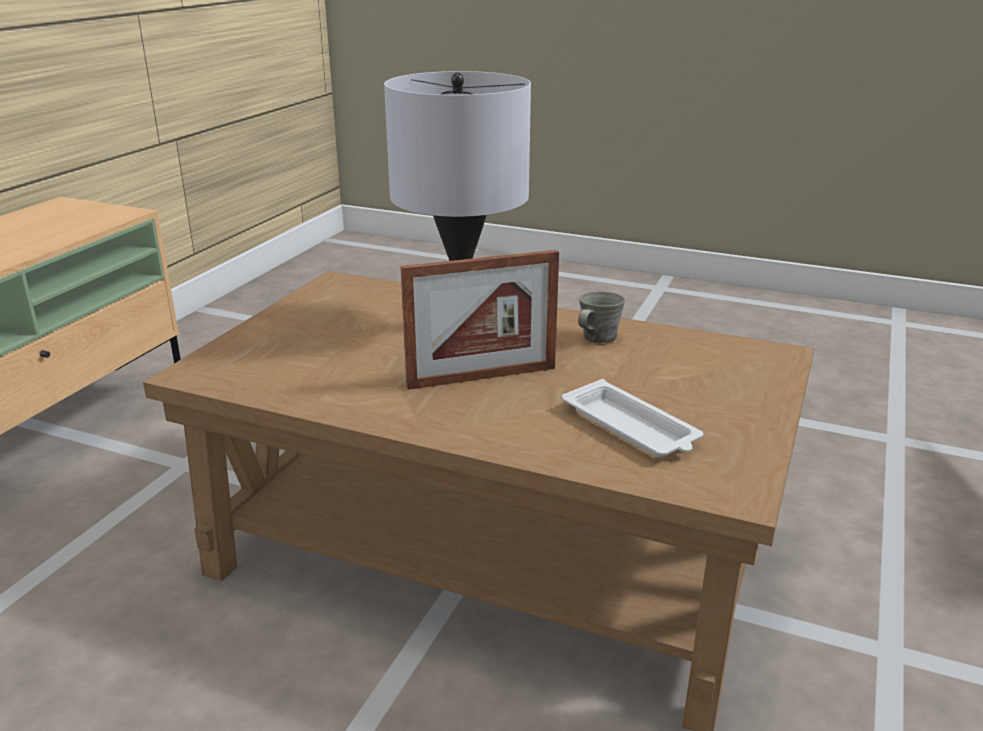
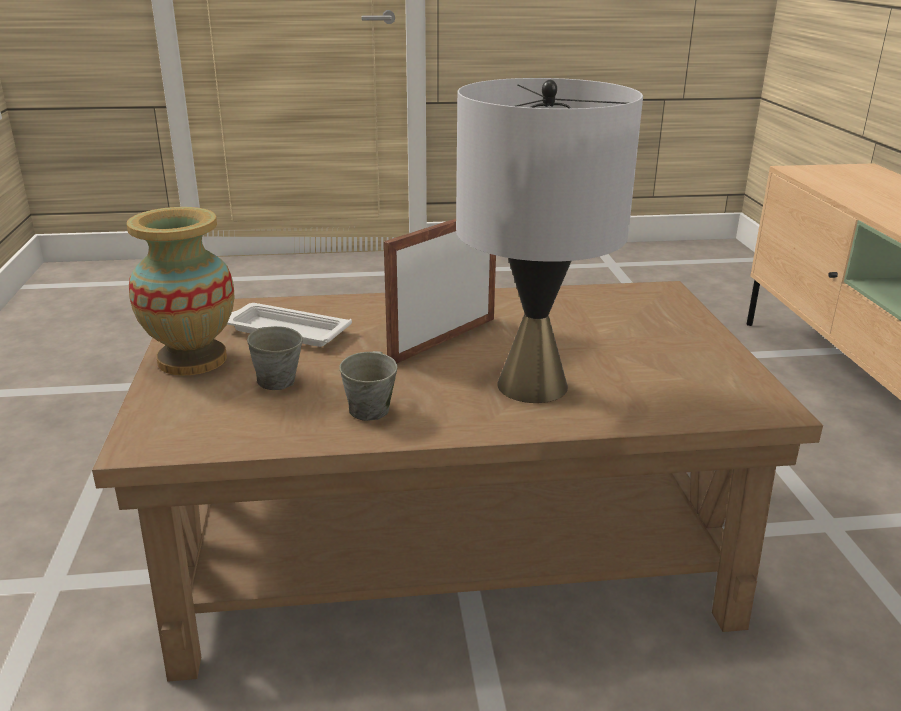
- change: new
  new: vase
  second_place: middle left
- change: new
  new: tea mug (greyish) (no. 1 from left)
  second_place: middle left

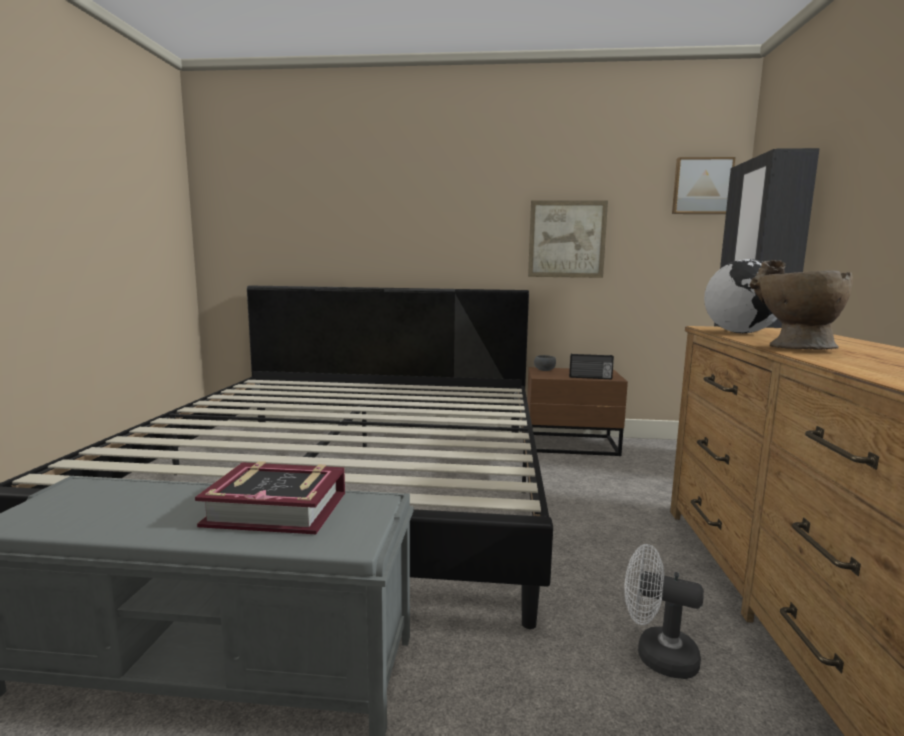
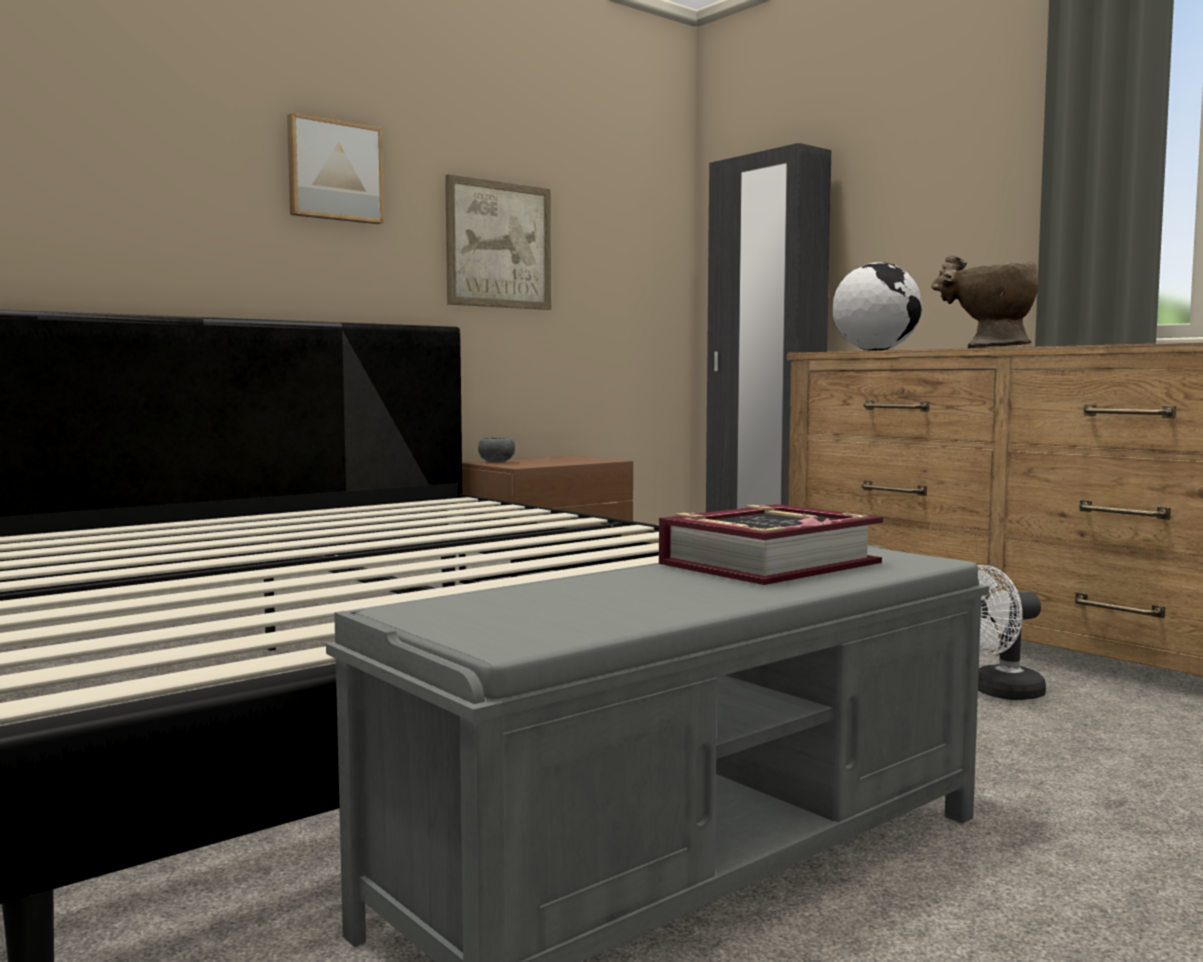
- change: shifted
  old: wall art (no. 2 from left in the first image)
  new: wall art (no. 1 from left)
  first_place: top right
  second_place: top left
- change: gone
  old: radio set
  first_place: centre

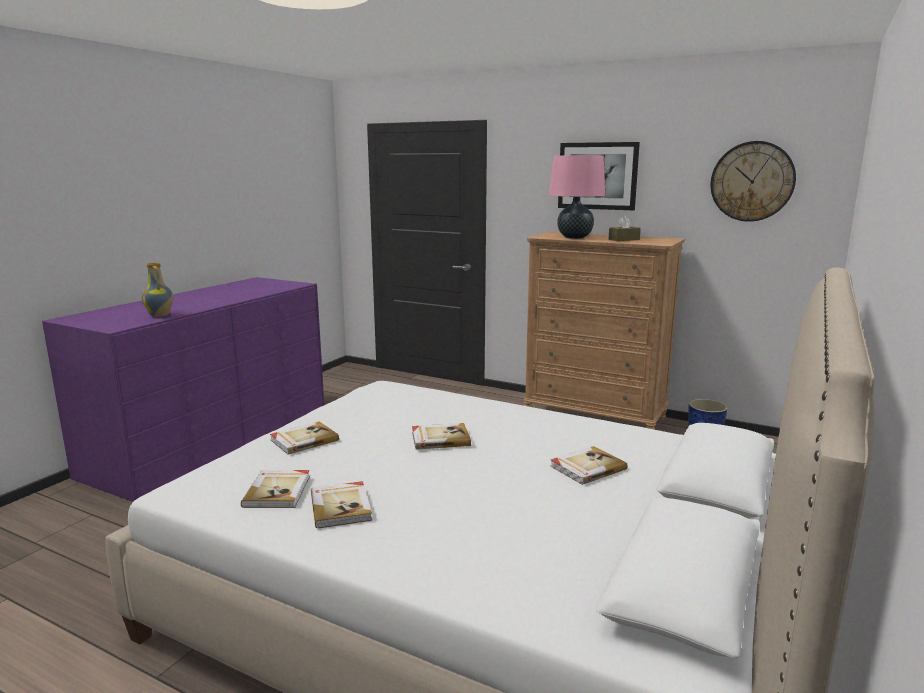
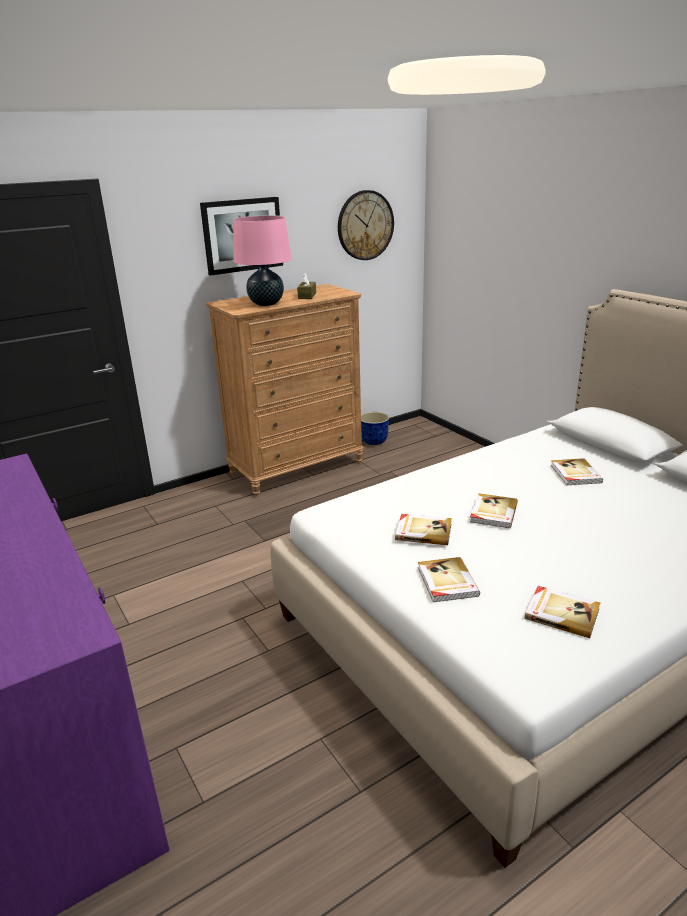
- change: shifted
  old: book (no. 3 from left in the first image)
  new: book (no. 1 from left)
  first_place: bottom centre
  second_place: centre
- change: gone
  old: vase
  first_place: middle left

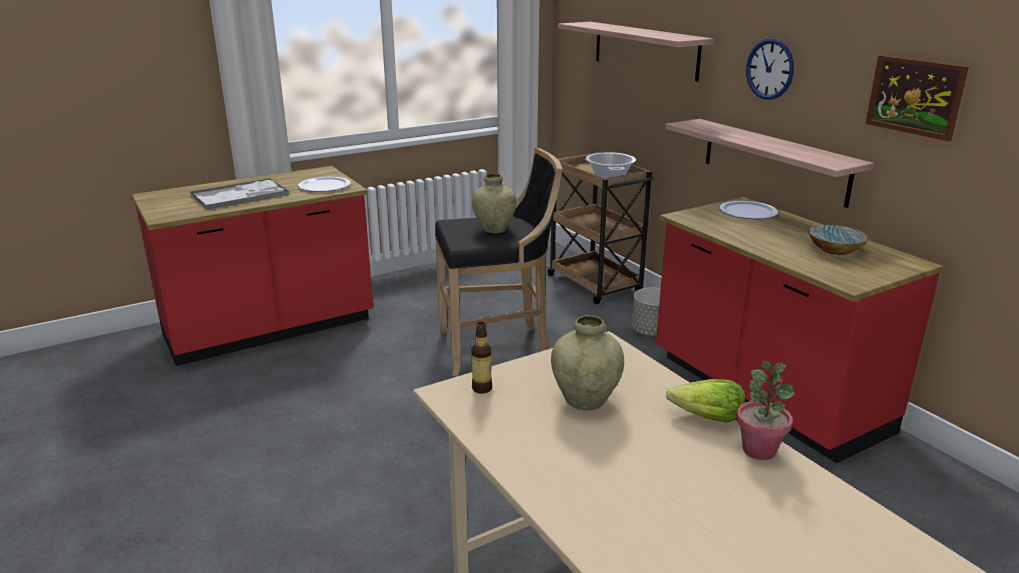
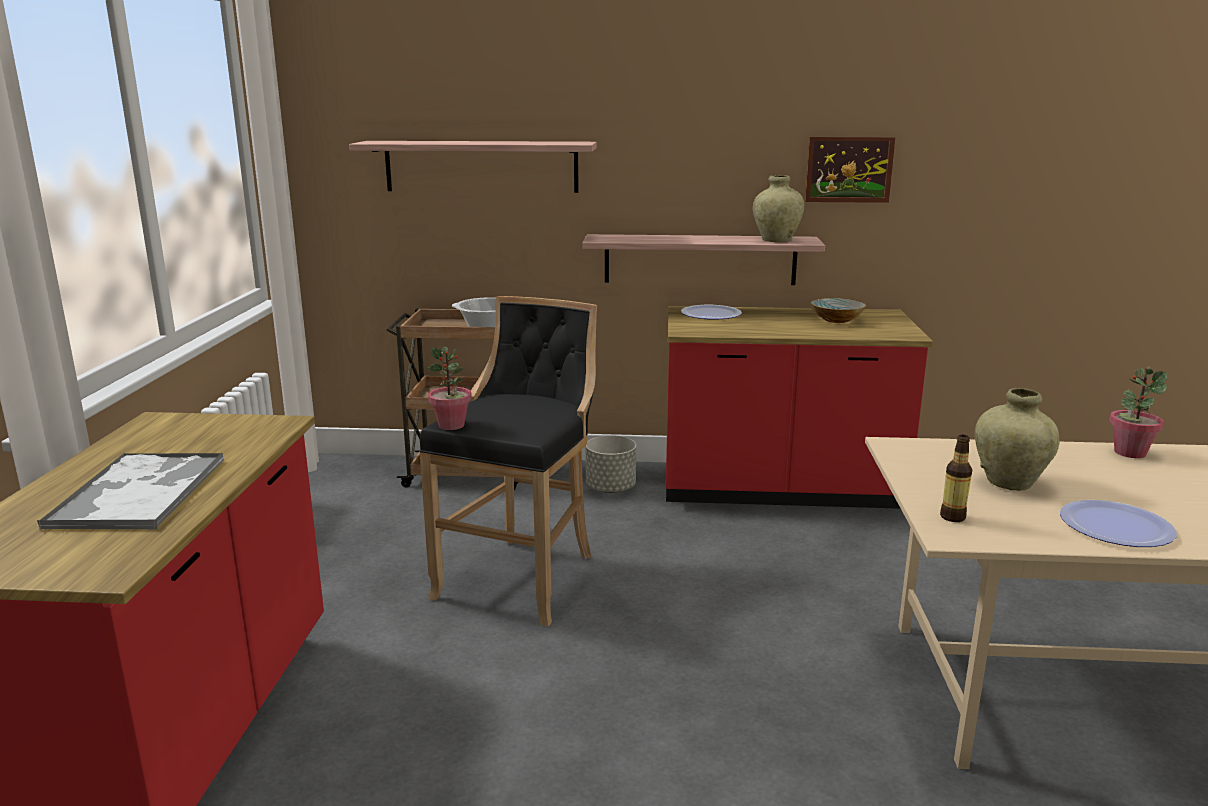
- change: new
  new: plant in a pot (no. 1 from left)
  second_place: centre
- change: shifted
  old: vase (beige-coloured) (no. 1 from left)
  first_place: centre
  second_place: top centre
- change: shifted
  old: flat dish (no. 1 from left in the first image)
  new: flat dish (no. 2 from left)
  first_place: top left
  second_place: middle right
- change: gone
  old: head of lettuce
  first_place: bottom right
- change: gone
  old: hanging clock
  first_place: top right

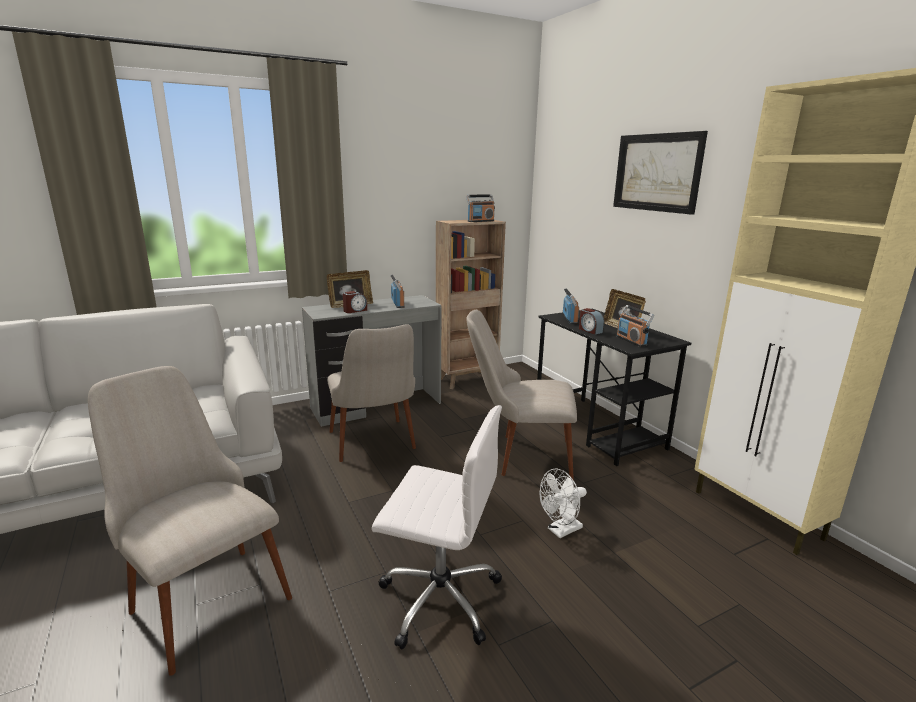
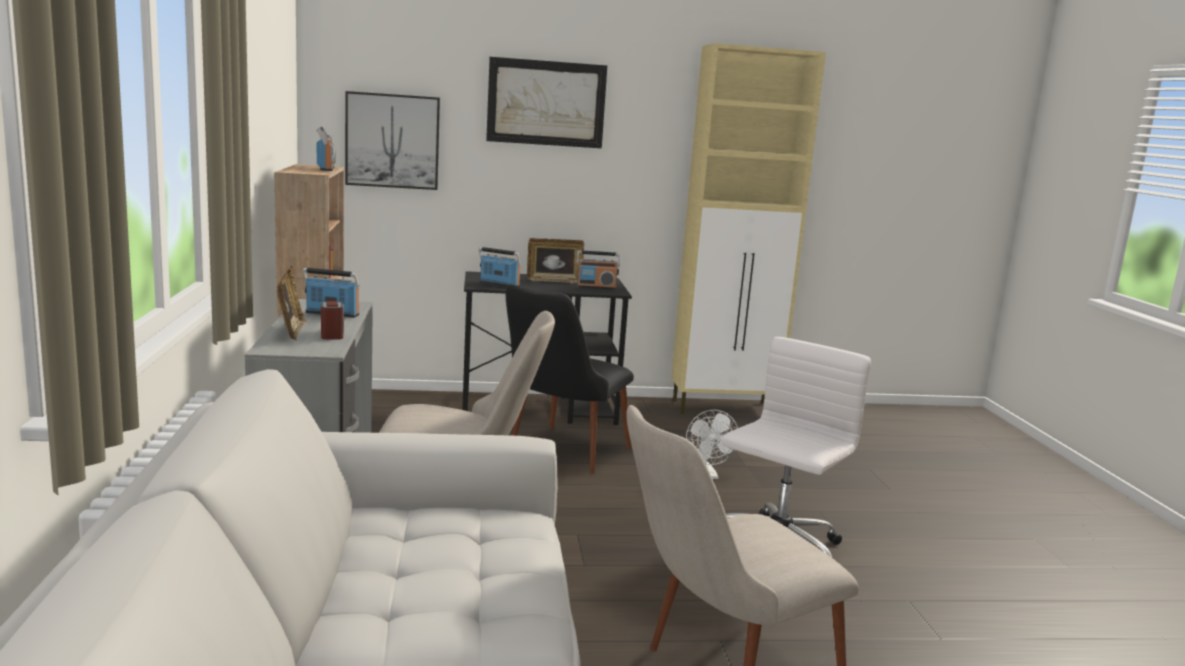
- change: new
  new: wall art (no. 1 from left)
  second_place: top left
- change: repainted
  old: plain chair (beige-coloured) (no. 3 from left)
  new: plain chair (black-coloured)
  first_place: centre
  second_place: centre
- change: gone
  old: alarm clock (no. 2 from left)
  first_place: centre

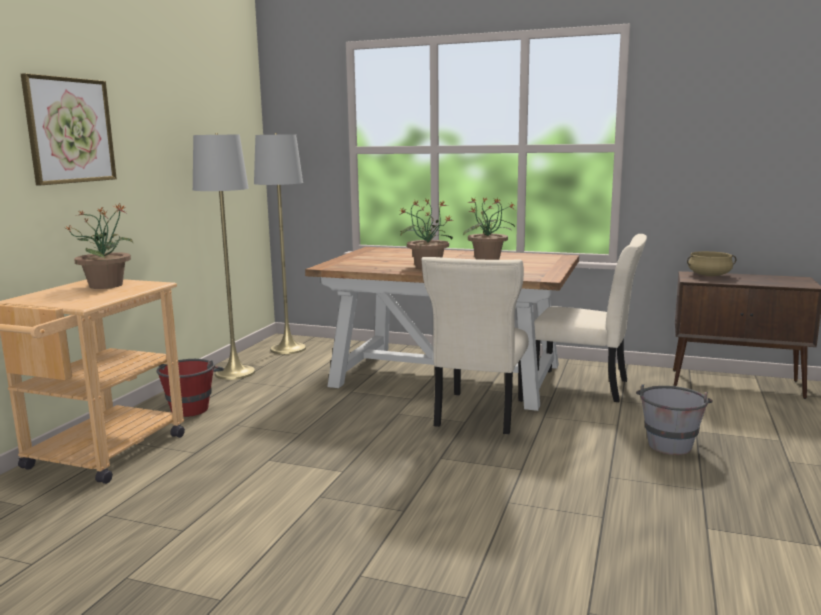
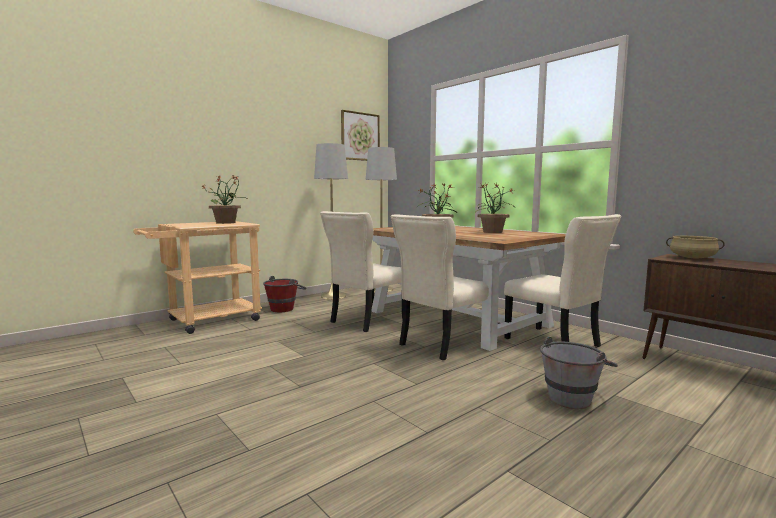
- change: new
  new: plain chair (beige-coloured) (no. 1 from left)
  second_place: centre
- change: shifted
  old: wall art
  first_place: top left
  second_place: top centre

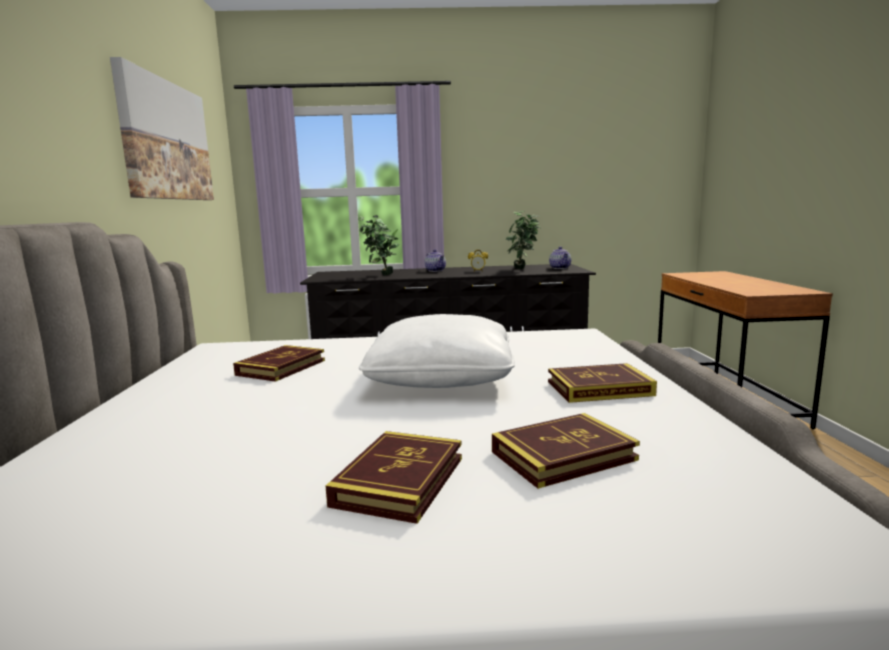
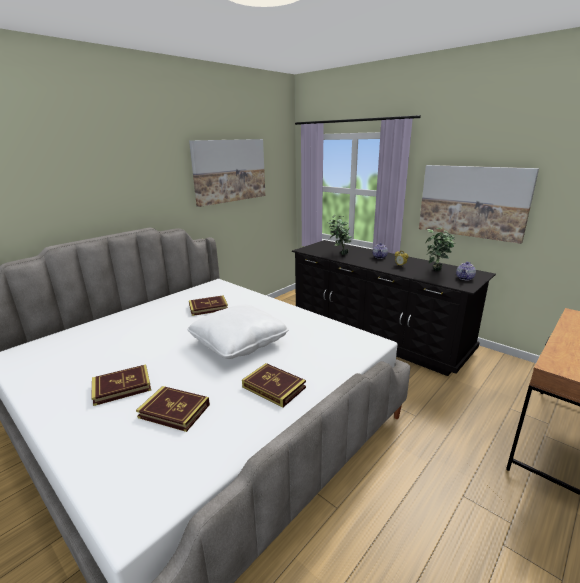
- change: new
  new: wall art (no. 2 from left)
  second_place: middle right

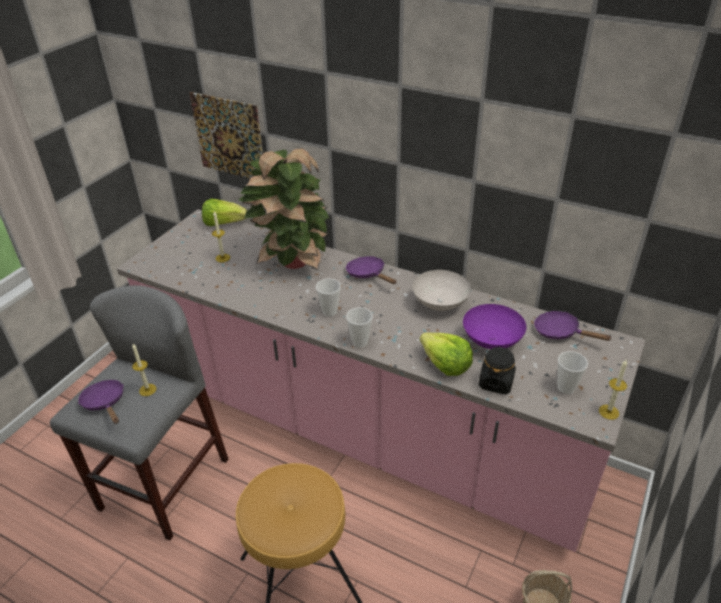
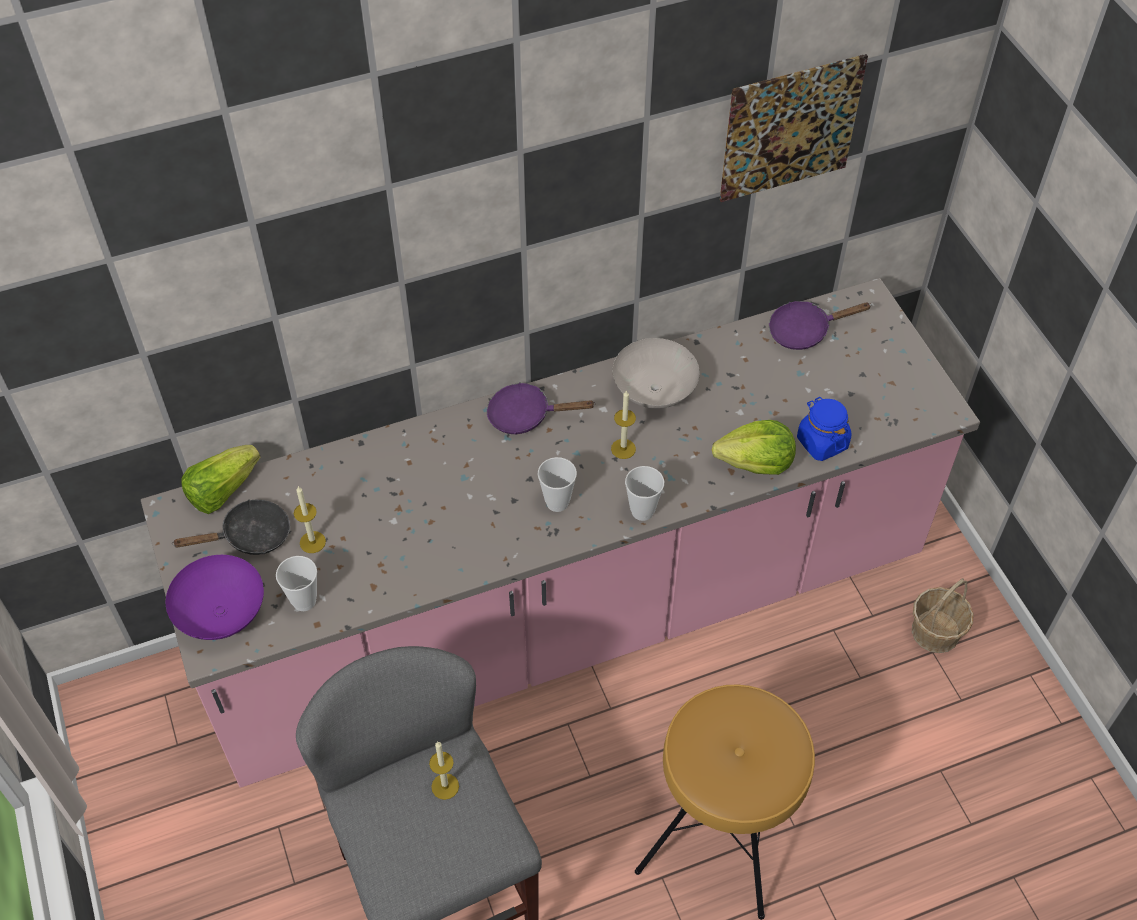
- change: shifted
  old: deep dish (purple-coloured)
  first_place: middle right
  second_place: middle left
- change: new
  new: pan (black-coloured)
  second_place: middle left
- change: shifted
  old: drinking cup (no. 3 from left in the first image)
  new: drinking cup (no. 1 from left)
  first_place: middle right
  second_place: middle left
- change: shifted
  old: wax light (no. 3 from left)
  first_place: middle right
  second_place: centre
- change: shifted
  old: wall art
  first_place: top left
  second_place: top right
- change: repainted
  old: storage jar (black-coloured)
  new: storage jar (blue)
  first_place: middle right
  second_place: middle right
- change: gone
  old: pan (purple-coloured) (no. 1 from left)
  first_place: bottom left
- change: gone
  old: plant in a pot
  first_place: centre

